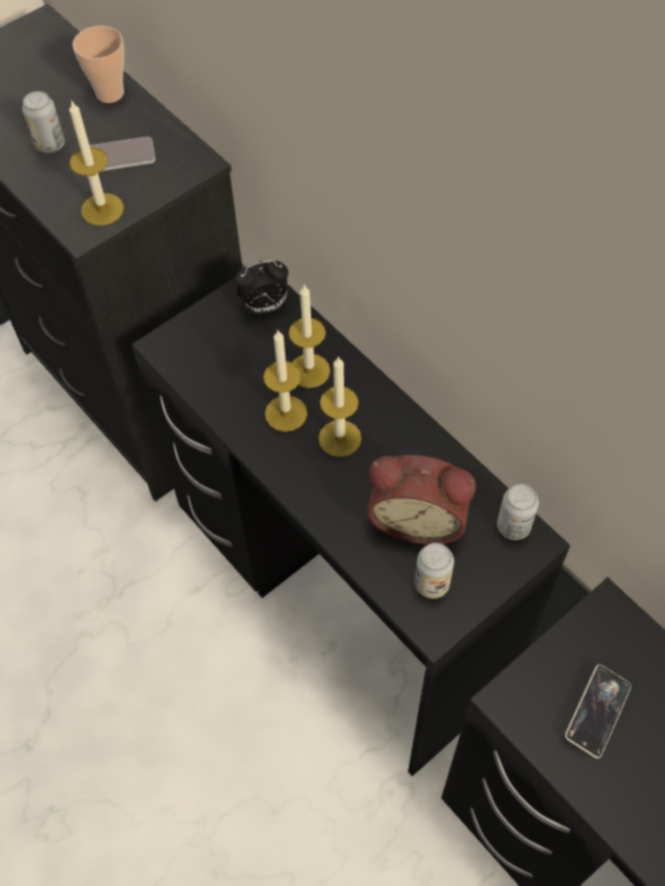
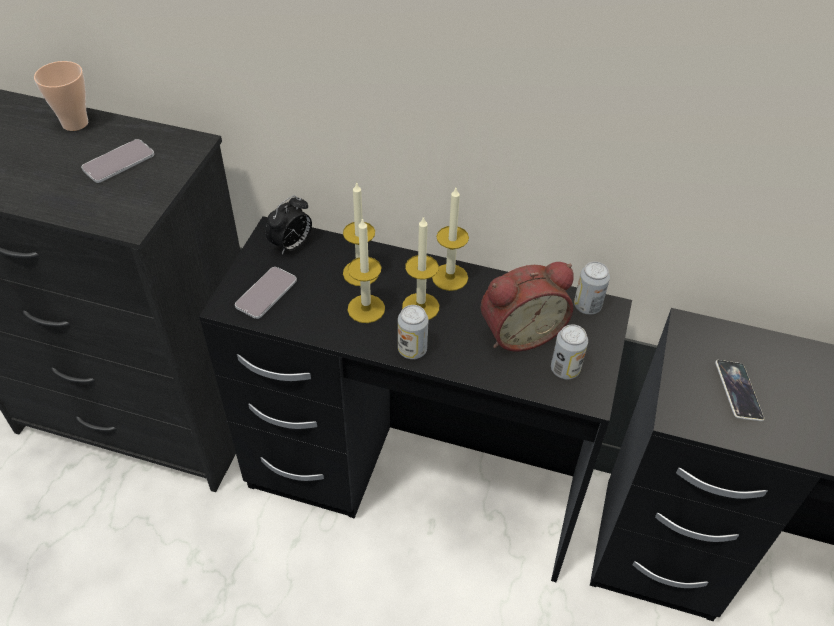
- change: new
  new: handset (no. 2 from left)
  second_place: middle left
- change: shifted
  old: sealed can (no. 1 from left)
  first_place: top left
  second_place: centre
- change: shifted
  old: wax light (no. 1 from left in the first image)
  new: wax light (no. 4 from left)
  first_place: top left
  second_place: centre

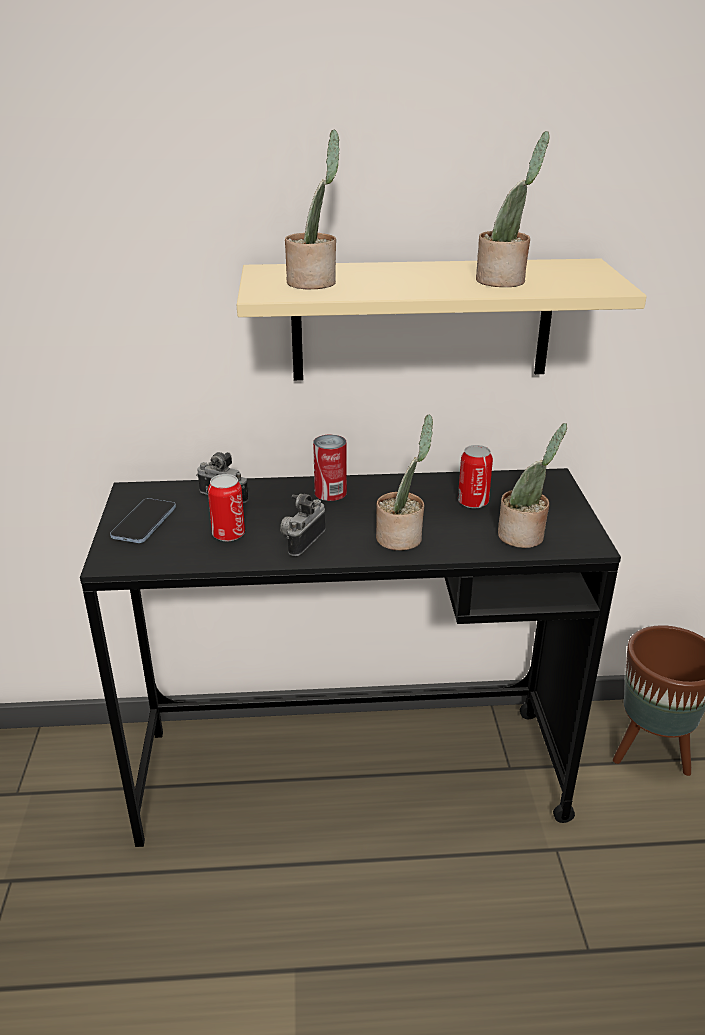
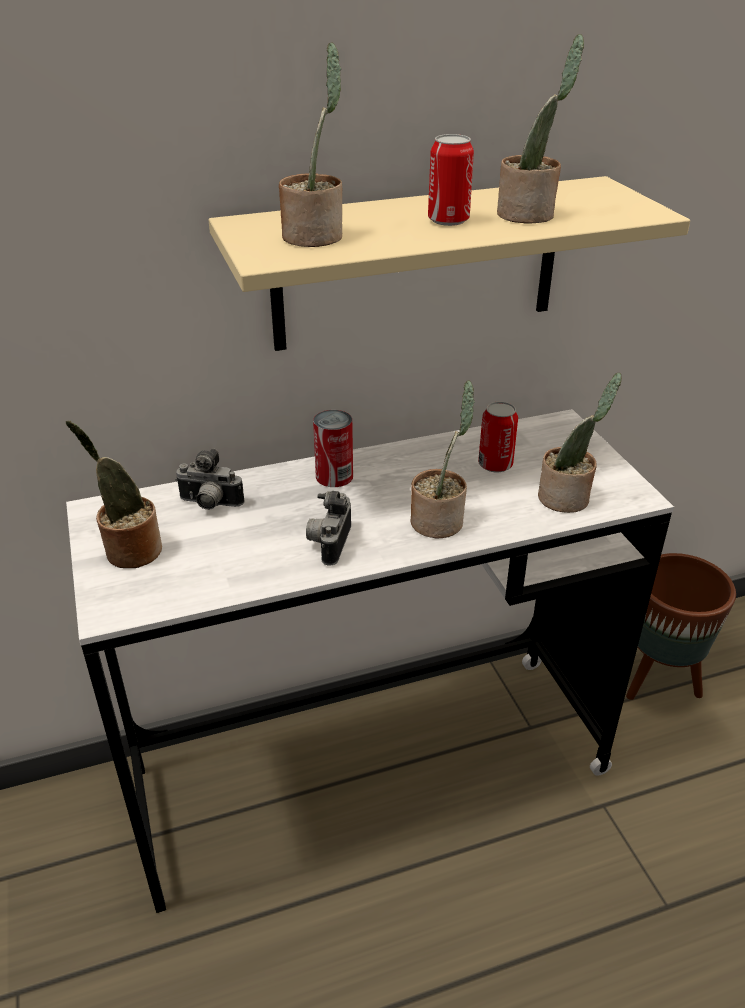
- change: repainted
  old: desk unit (black-coloured)
  new: desk unit (whitish)
  first_place: centre
  second_place: centre
- change: swapped
  old: handset
  new: plant in a pot (no. 1 from left)
  first_place: middle left
  second_place: middle left
- change: shifted
  old: sealed can (no. 1 from left in the first image)
  new: sealed can (no. 2 from left)
  first_place: middle left
  second_place: top centre

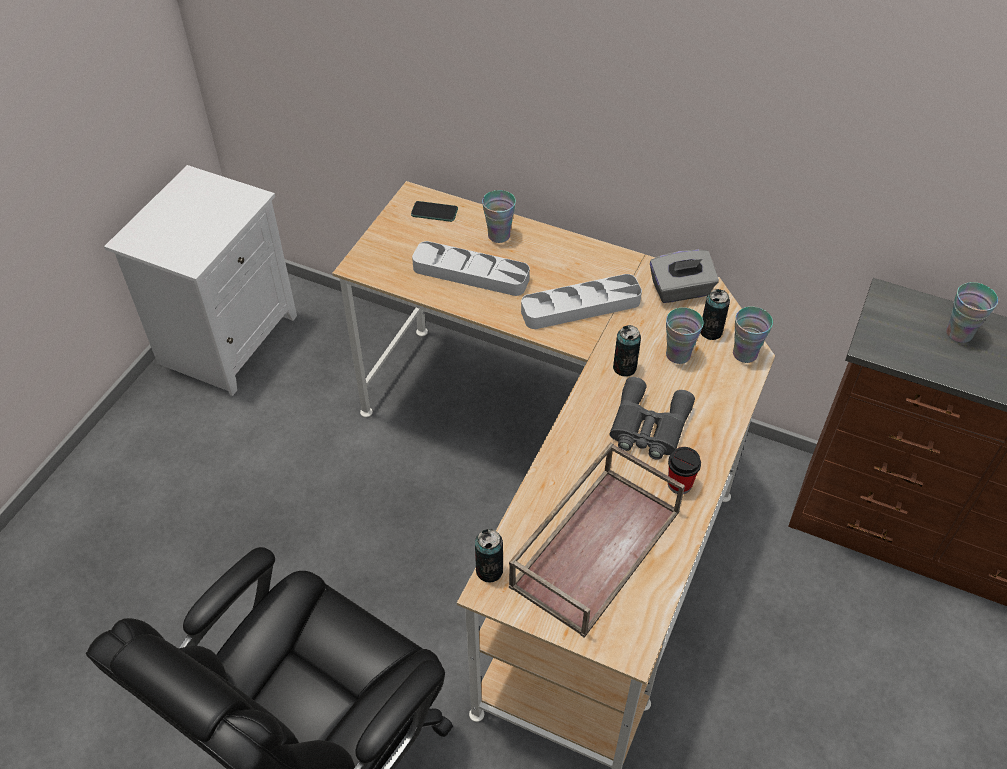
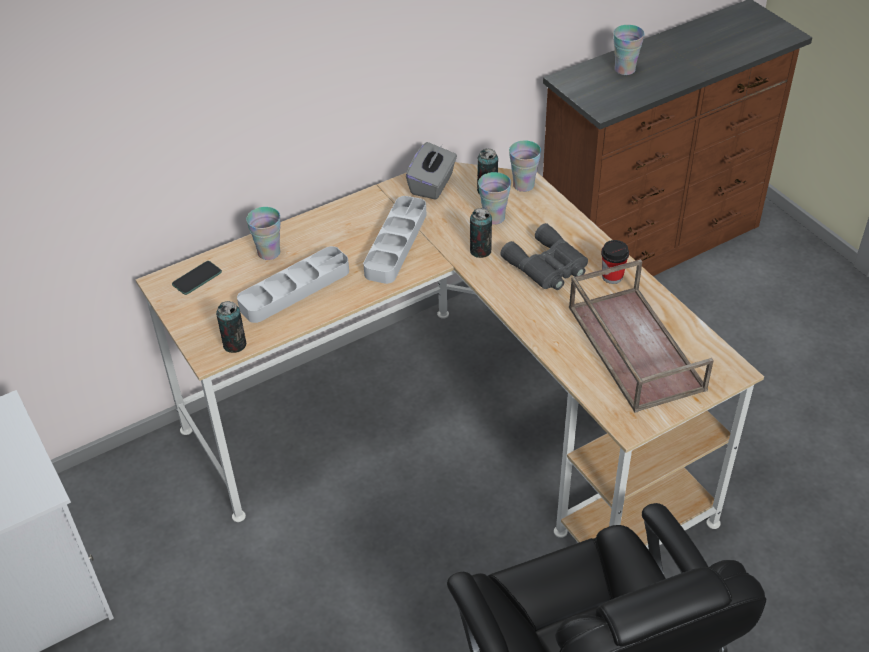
- change: shifted
  old: sealed can (no. 1 from left)
  first_place: bottom centre
  second_place: middle left

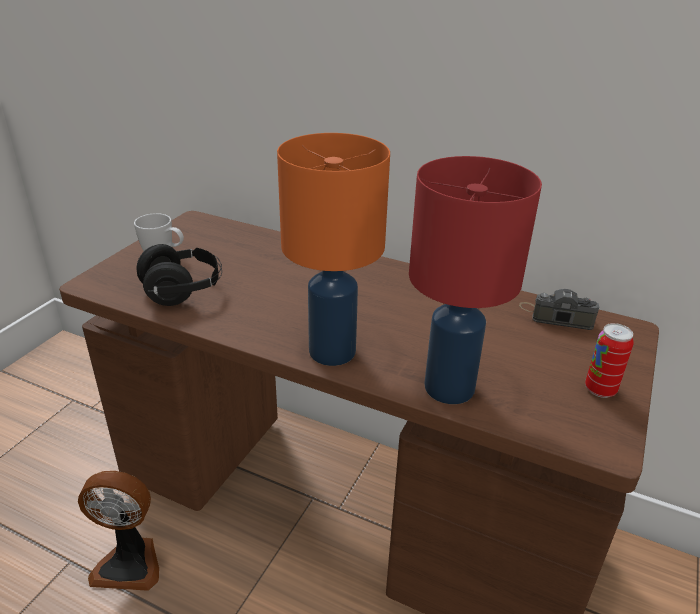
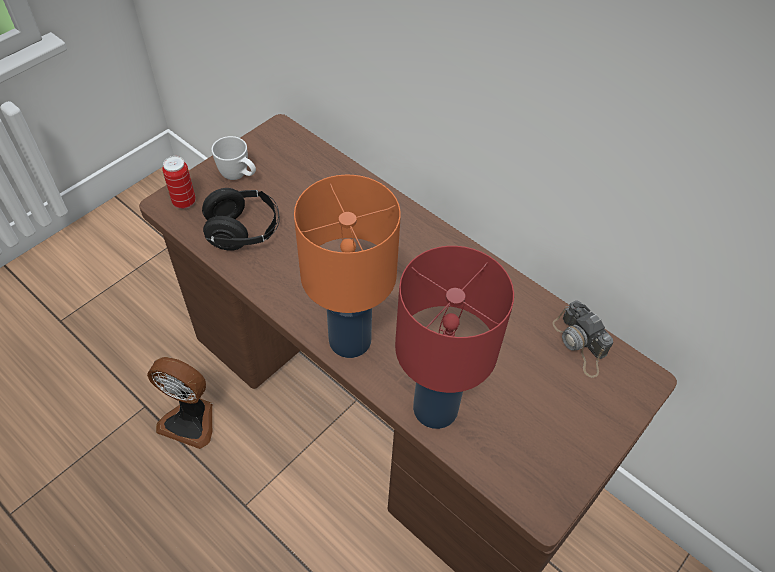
- change: shifted
  old: sealed can
  first_place: middle right
  second_place: top left
- change: rotated
  old: still camera
  first_place: middle right
  second_place: middle right
  degrees: -150

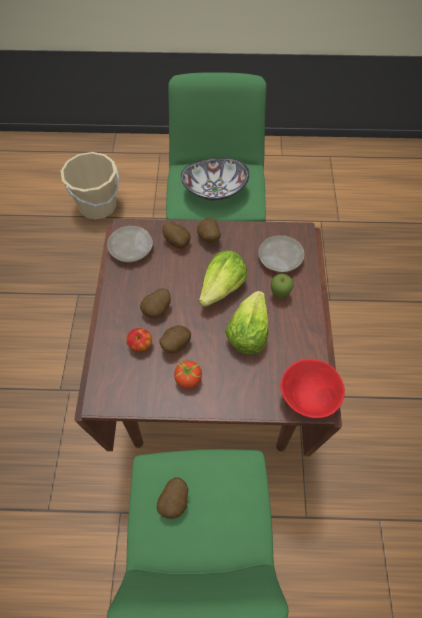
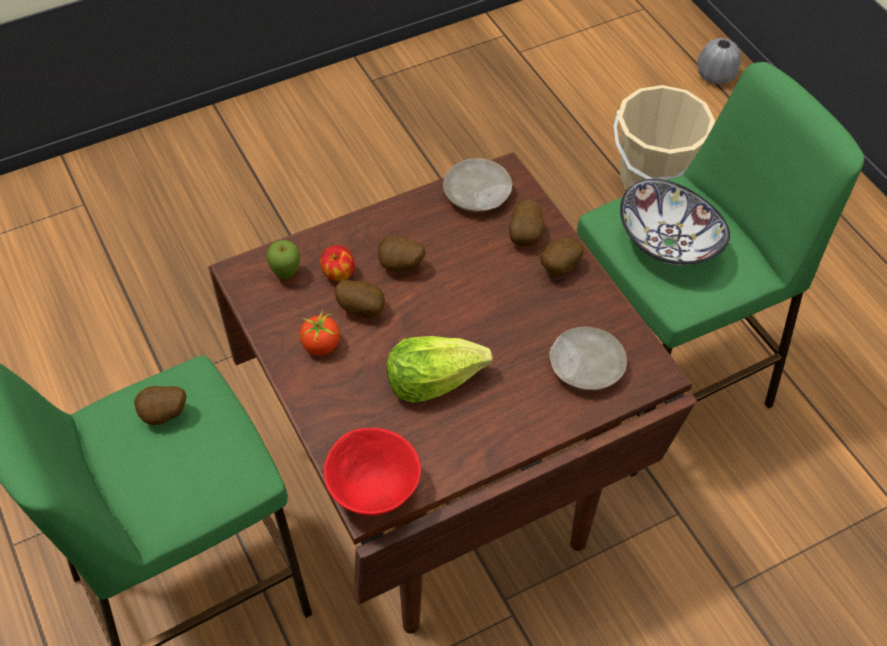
- change: shifted
  old: apple fruit (no. 2 from left in the first image)
  new: apple fruit (no. 1 from left)
  first_place: middle right
  second_place: middle left
- change: new
  new: vase (greyish)
  second_place: top right
- change: gone
  old: head of lettuce (no. 1 from left)
  first_place: centre

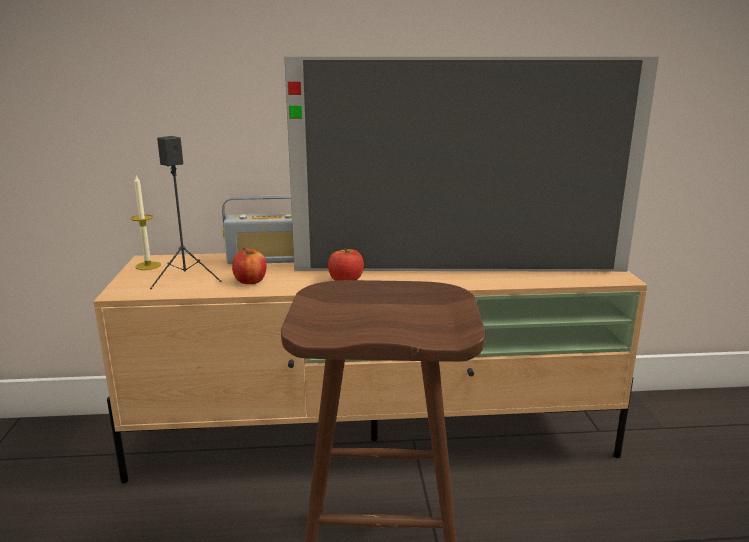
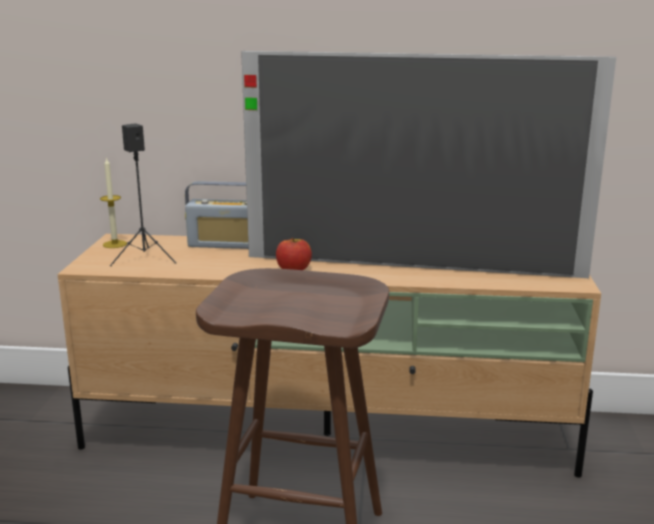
- change: gone
  old: apple fruit (no. 1 from left)
  first_place: middle left

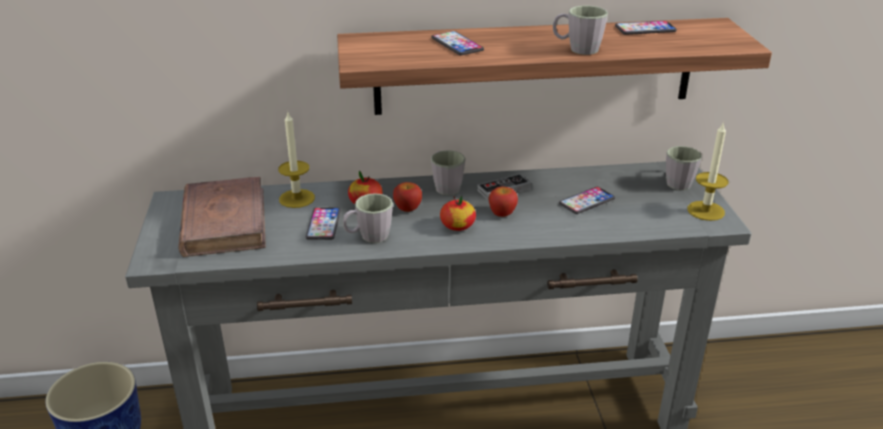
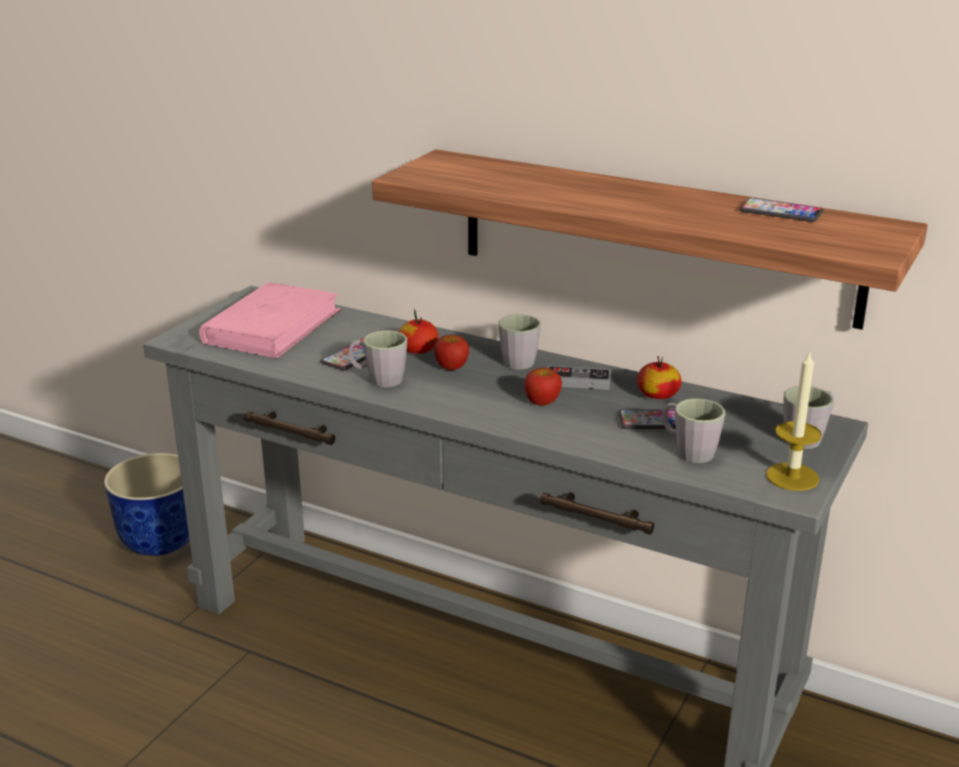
- change: repainted
  old: book (brownish)
  new: book (pink)
  first_place: middle left
  second_place: middle left
- change: shifted
  old: apple fruit (no. 3 from left in the first image)
  new: apple fruit (no. 4 from left)
  first_place: centre
  second_place: middle right
- change: shifted
  old: tea mug (greyish) (no. 3 from left)
  first_place: top centre
  second_place: middle right
- change: gone
  old: wax light (no. 1 from left)
  first_place: centre
- change: gone
  old: handset (no. 2 from left)
  first_place: top centre

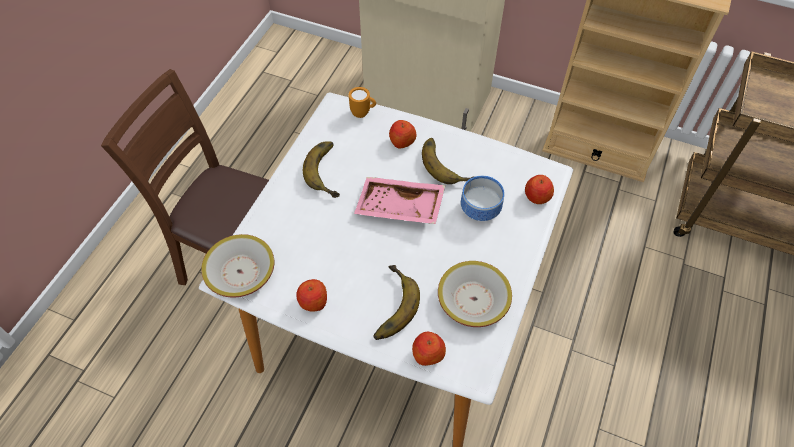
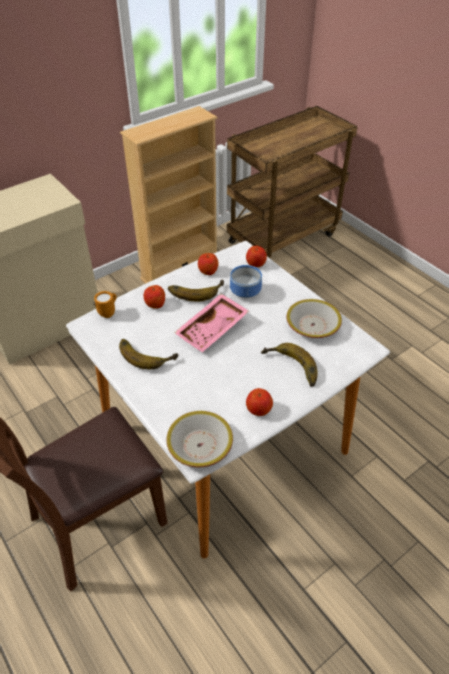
- change: shifted
  old: apple fruit (no. 3 from left in the first image)
  new: apple fruit (no. 2 from left)
  first_place: bottom centre
  second_place: centre

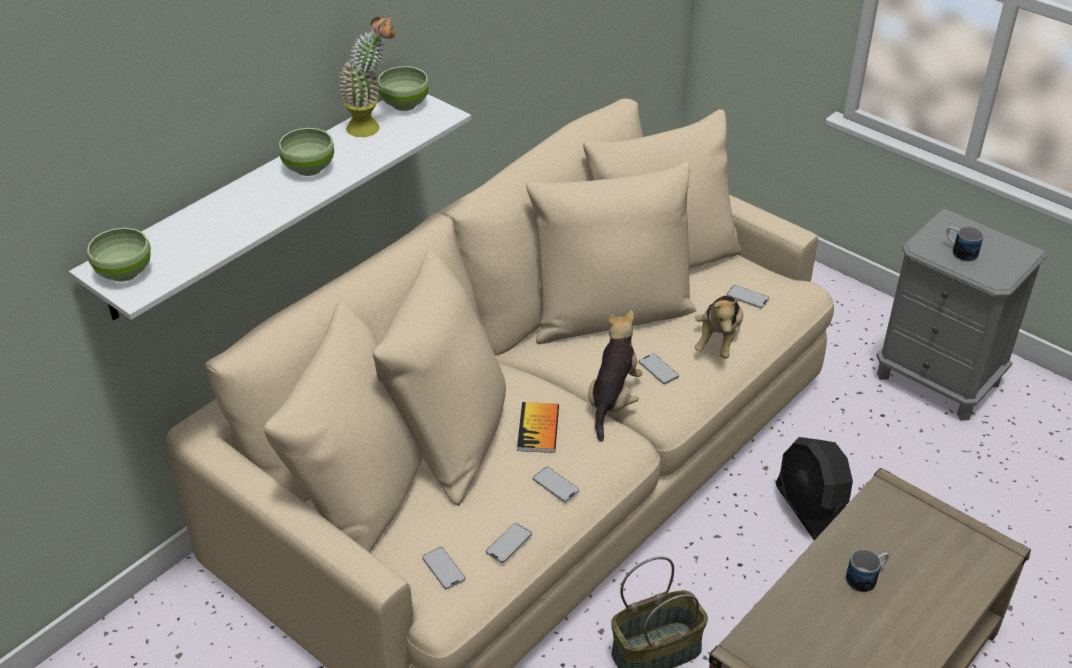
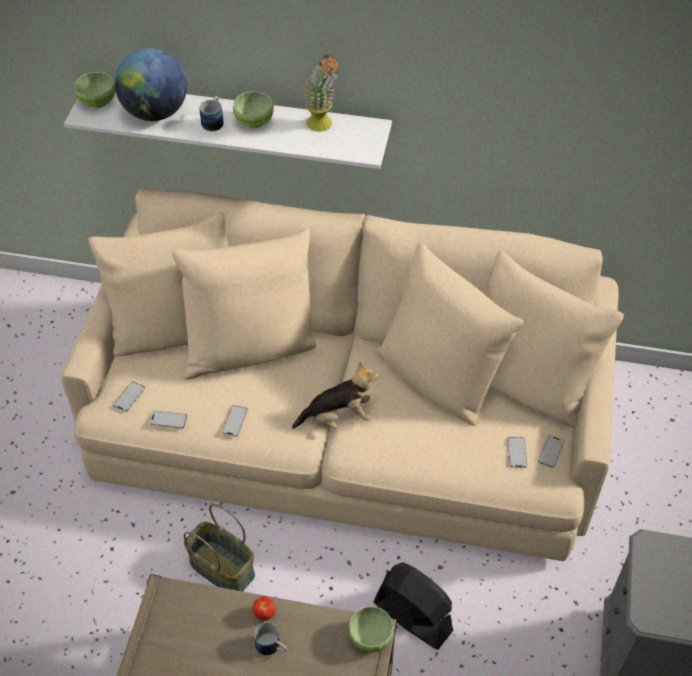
- change: new
  new: globe
  second_place: top left
- change: shifted
  old: tea mug (no. 2 from left in the first image)
  new: tea mug (no. 1 from left)
  first_place: middle right
  second_place: top left
- change: new
  new: apple fruit
  second_place: bottom centre
- change: shifted
  old: deep dish (green) (no. 3 from left)
  first_place: top centre
  second_place: bottom centre
- change: rotated
  old: fan (black-coloured)
  first_place: bottom right
  second_place: bottom centre
  degrees: 90
- change: shifted
  old: handset (no. 4 from left in the first image)
  new: handset (no. 5 from left)
  first_place: centre
  second_place: bottom right
- change: gone
  old: book
  first_place: centre
- change: gone
  old: cuddly toy (no. 2 from left)
  first_place: middle right

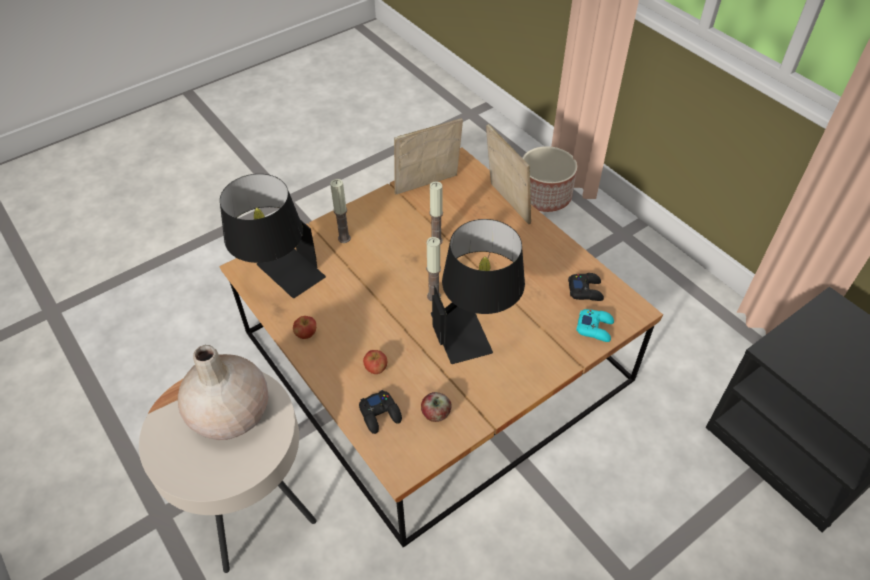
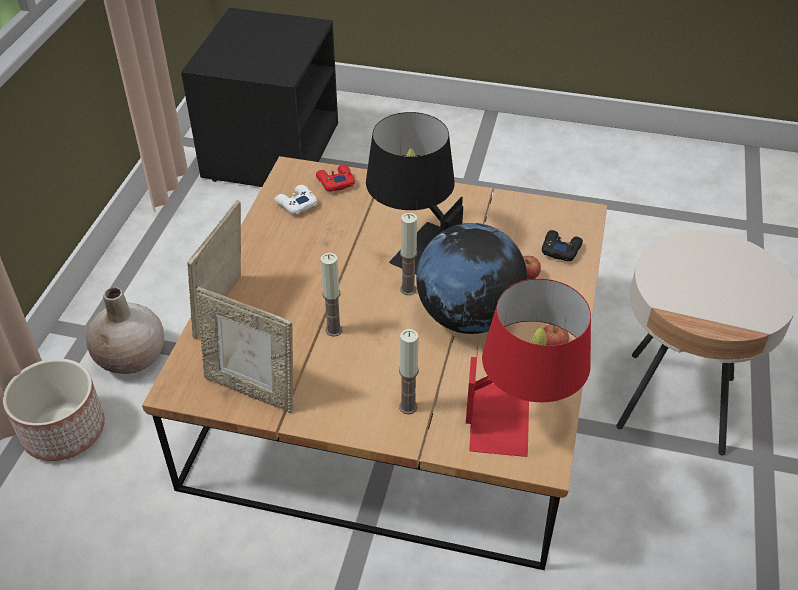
- change: shifted
  old: vase (beige-coloured)
  first_place: bottom left
  second_place: middle left
- change: repainted
  old: game controller (black-coloured) (no. 2 from left)
  new: game controller (whitish)
  first_place: middle right
  second_place: centre
- change: repainted
  old: game controller (turquoise-coloured)
  new: game controller (reddish)
  first_place: middle right
  second_place: top centre
- change: new
  new: globe
  second_place: centre
- change: repainted
  old: lamp for a table (black-coloured) (no. 1 from left)
  new: lamp for a table (reddish)
  first_place: middle left
  second_place: centre
- change: gone
  old: apple fruit (no. 3 from left)
  first_place: bottom centre

